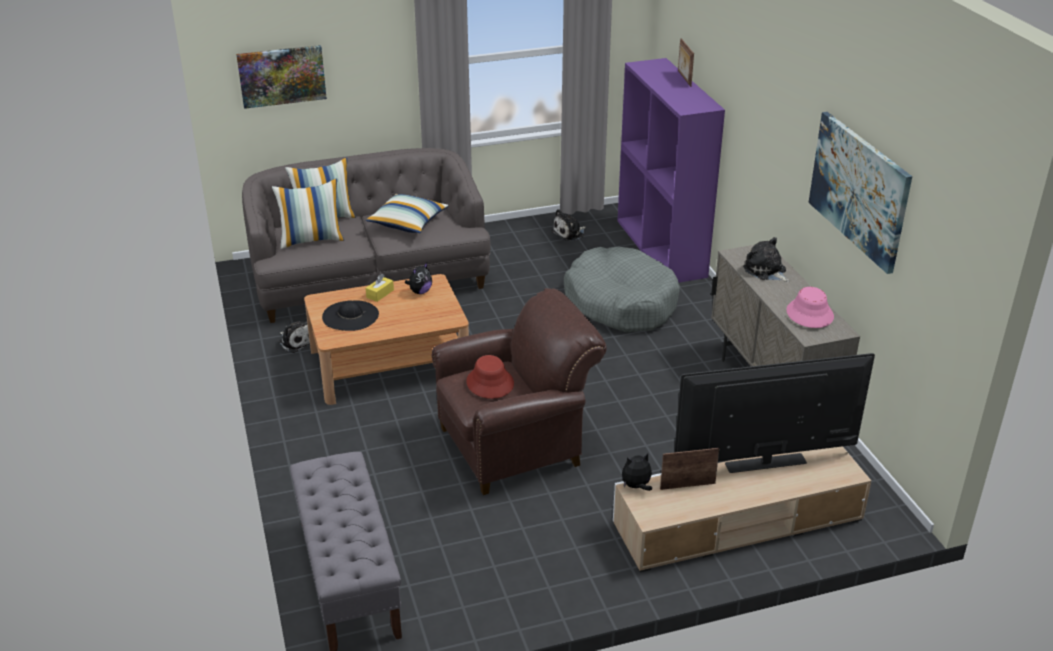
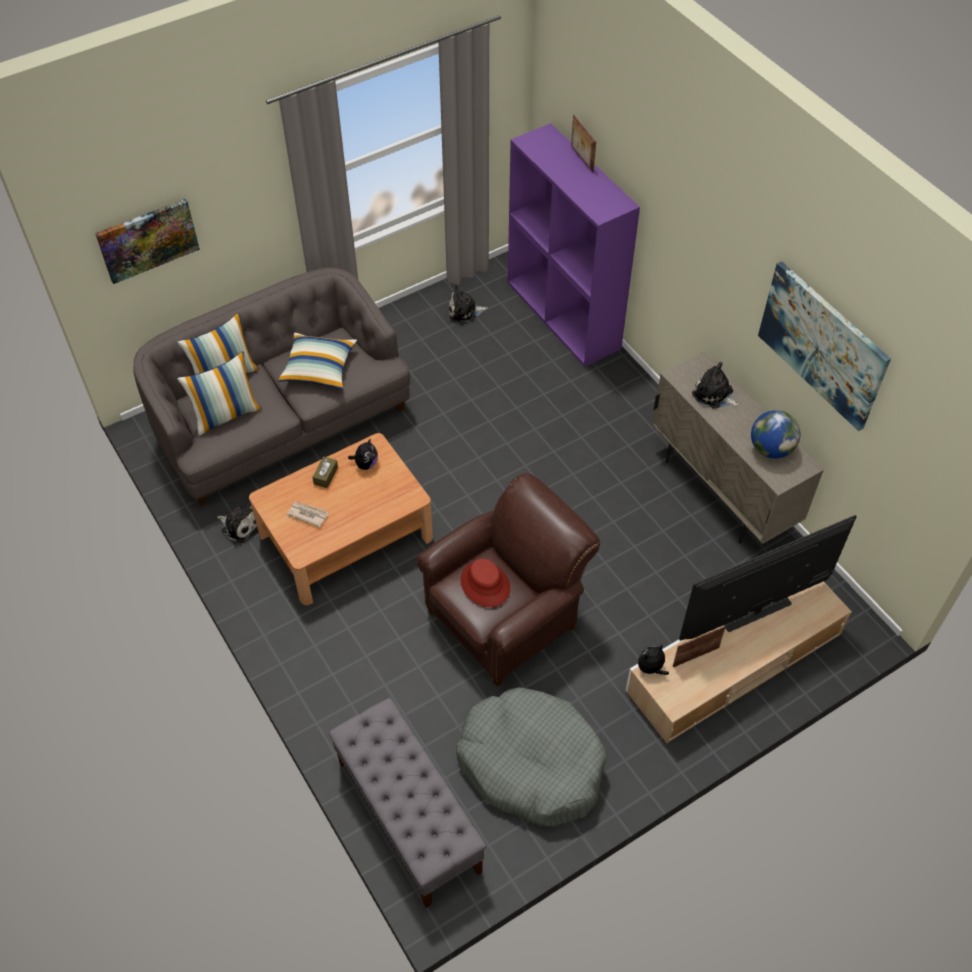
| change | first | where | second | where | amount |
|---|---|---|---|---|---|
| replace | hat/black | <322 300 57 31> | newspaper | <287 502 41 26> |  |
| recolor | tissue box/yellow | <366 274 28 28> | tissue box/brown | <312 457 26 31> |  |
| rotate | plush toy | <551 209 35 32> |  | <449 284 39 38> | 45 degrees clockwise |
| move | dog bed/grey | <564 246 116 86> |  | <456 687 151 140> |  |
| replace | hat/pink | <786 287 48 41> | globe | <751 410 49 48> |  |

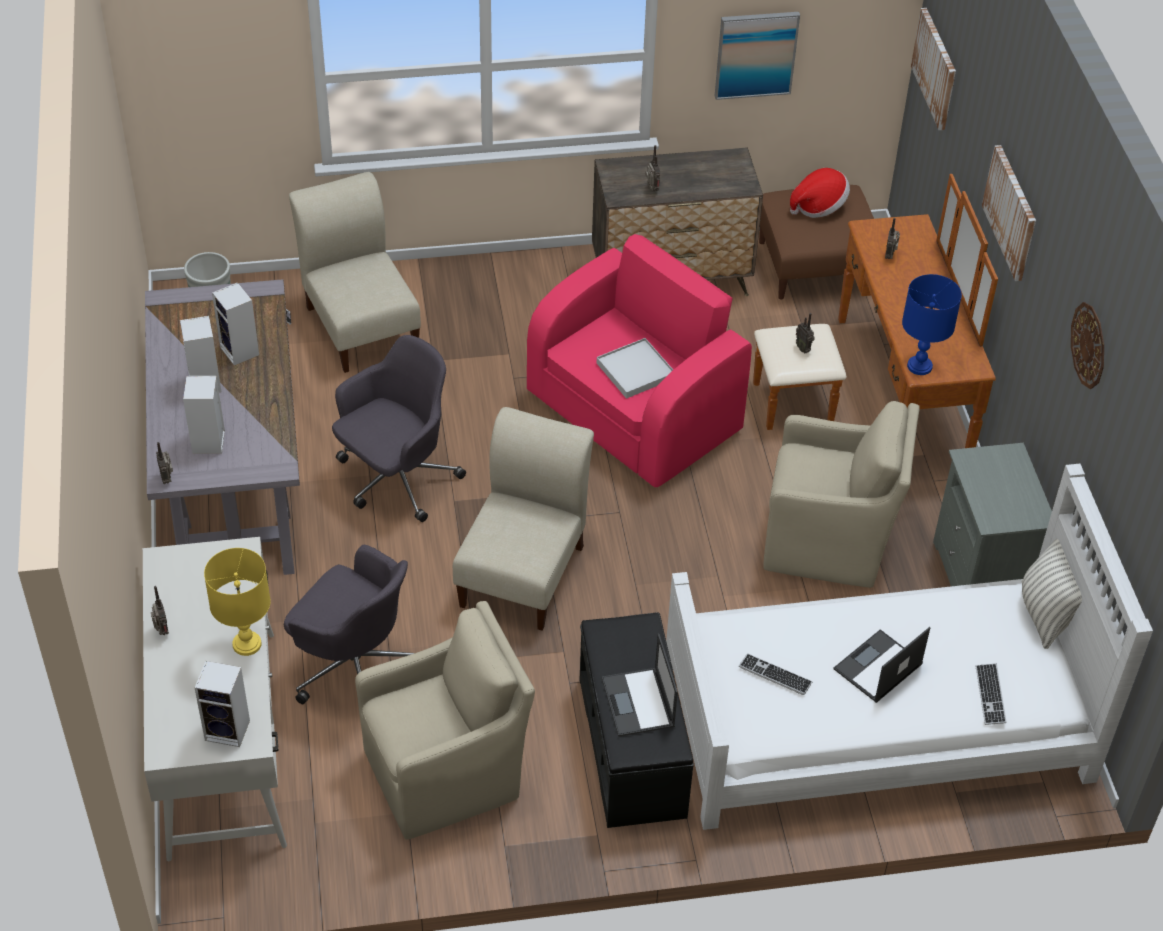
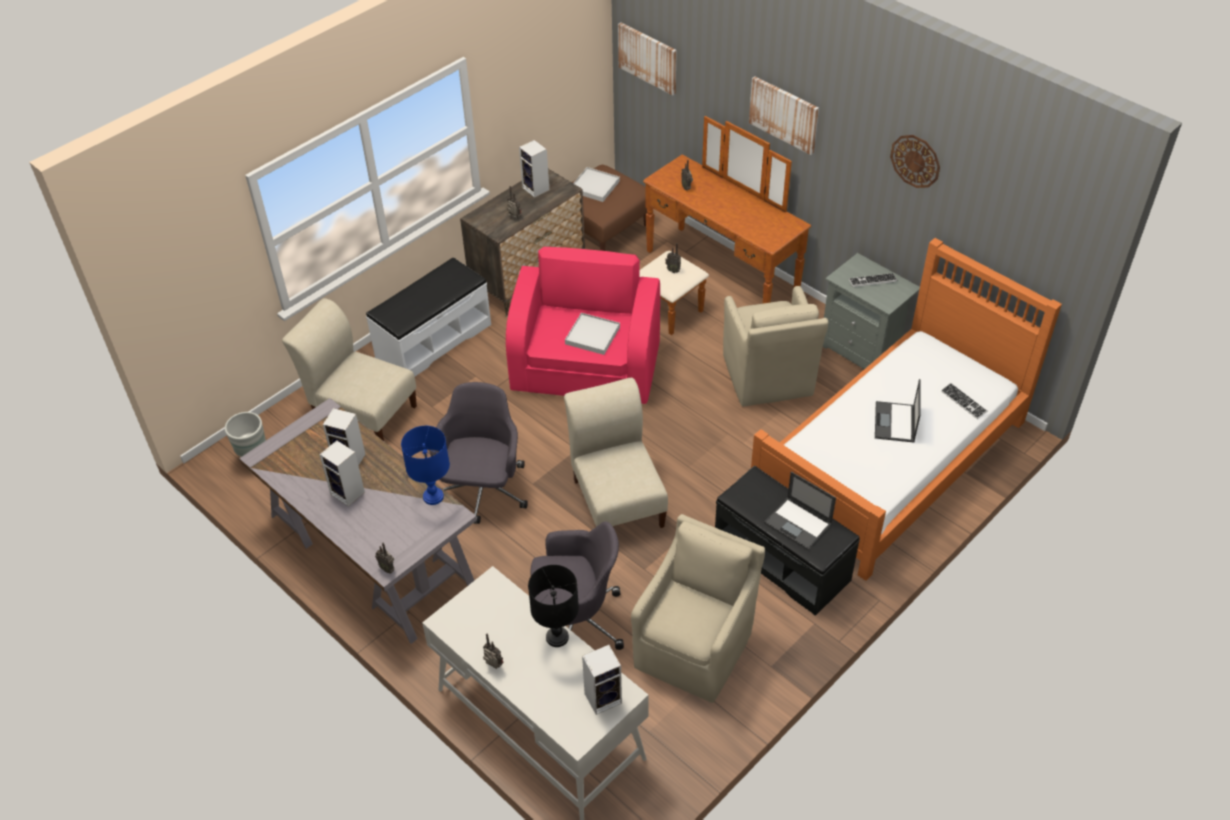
| change | first | where | second | where | amount |
|---|---|---|---|---|---|
| insert |  |  | bench/white | <366 258 125 118> |  |
| move | table lamp/blue | <902 274 60 101> |  | <401 426 49 79> |  |
| move | speaker | <183 376 42 78> |  | <519 140 30 58> |  |
| recolor | table lamp/yellow | <204 548 67 108> | table lamp/black | <528 565 51 82> |  |
| replace | hat | <790 168 60 50> | tray/white | <573 167 47 35> |  |
| rotate | armchair/beige | <763 401 157 187> |  | <723 286 105 121> | 105 degrees clockwise |
| recolor | bed/white | <666 464 487 366> | bed/orange | <751 238 311 343> |  |
| move | keyboard | <739 653 73 42> |  | <849 273 48 14> |  |
| delete | picture | <715 12 85 88> |  |  |  |
| delete | pillow | <1022 538 60 111> |  |  |  |

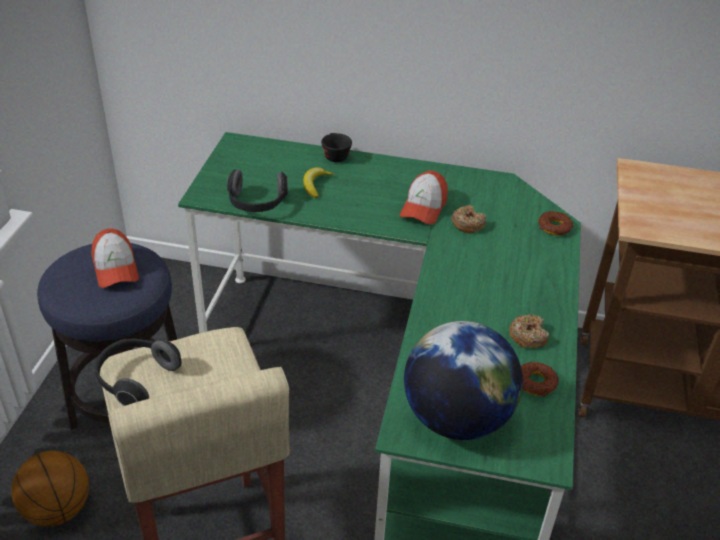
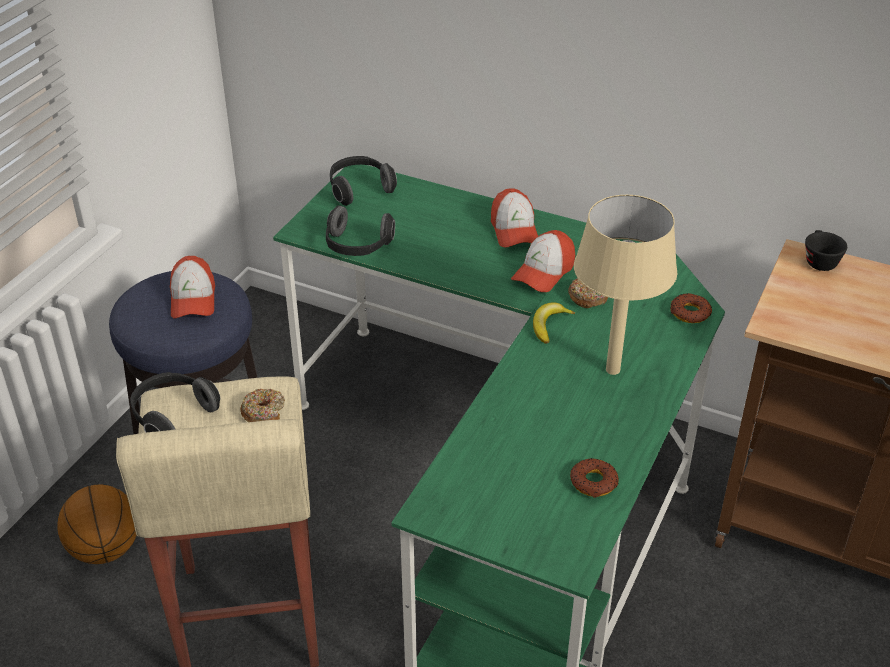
| change | first | where | second | where | amount |
|---|---|---|---|---|---|
| move | donut | <509 315 40 33> |  | <240 389 45 33> |  |
| insert |  |  | headphones | <330 156 67 50> |  |
| insert |  |  | cap | <491 188 47 60> |  |
| move | banana | <303 167 31 31> |  | <533 302 42 42> |  |
| insert |  |  | table lamp/beige | <574 195 103 180> |  |
| move | cup/black | <321 133 31 29> |  | <805 230 42 41> |  |
| delete | globe | <404 321 119 119> |  |  |  |

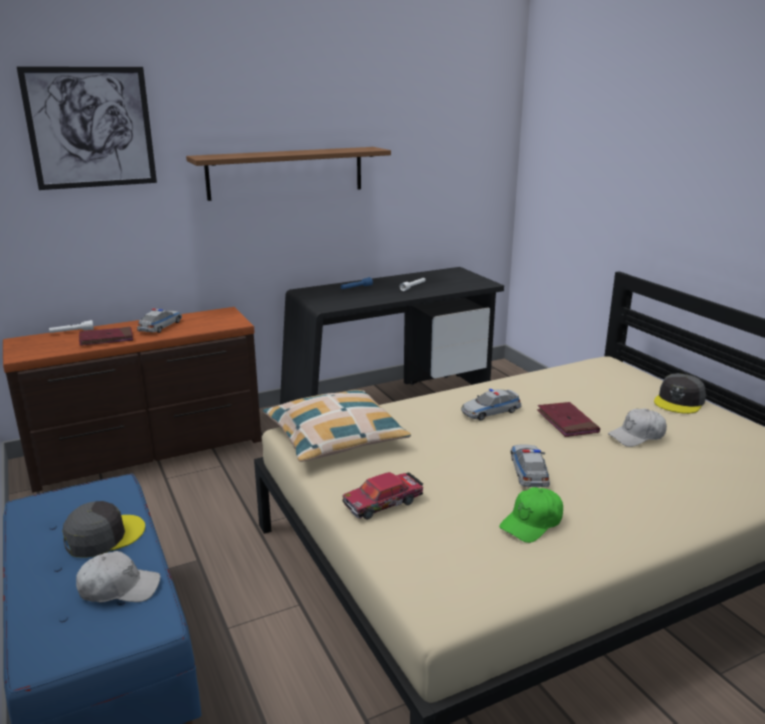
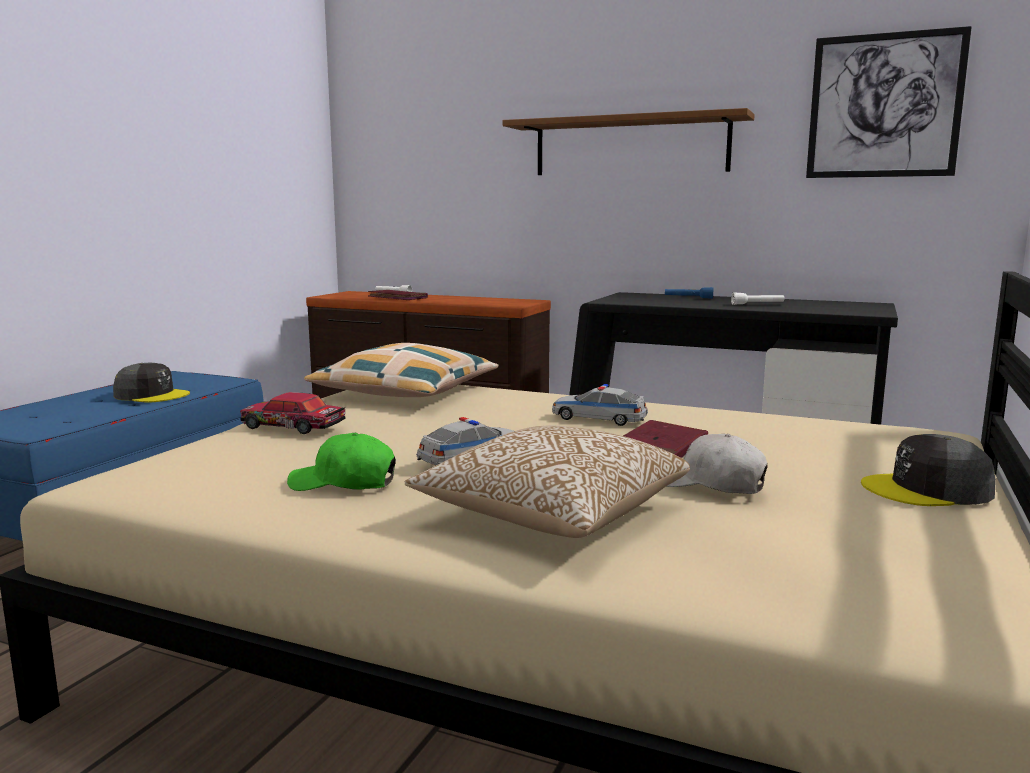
| change | first | where | second | where | amount |
|---|---|---|---|---|---|
| insert |  |  | pillow | <405 426 285 112> |  |
| move | picture | <17 66 140 124> |  | <806 26 166 152> |  |
| delete | cap/white | <76 551 85 51> |  |  |  |
| delete | toy car | <137 309 45 24> |  |  |  |

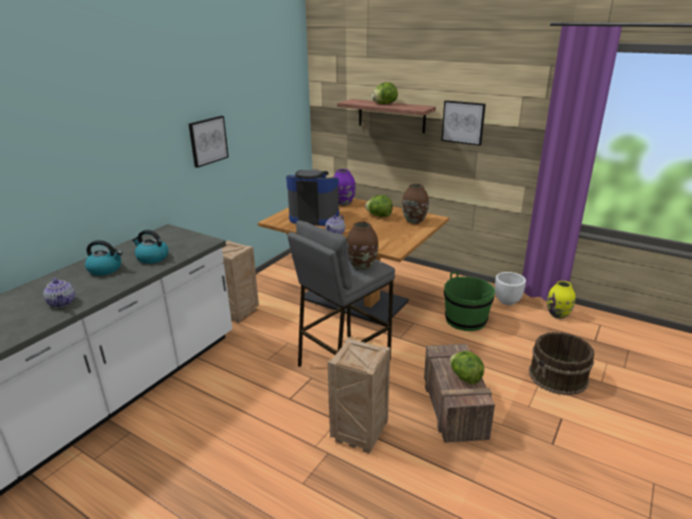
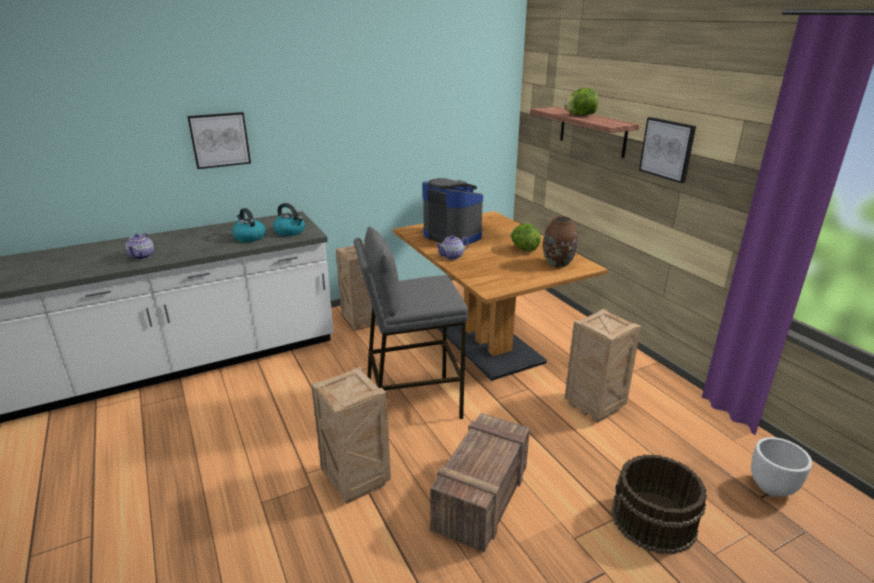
| change | first | where | second | where | amount |
|---|---|---|---|---|---|
| move | picture | <188 116 41 52> |  | <187 112 64 57> |  |
| move | kettle | <85 240 38 36> |  | <273 203 32 33> |  |
| replace | bucket/green | <444 271 51 60> | crate | <565 308 76 115> |  |
| move | planter/white | <495 272 31 33> |  | <751 437 61 60> |  |
| delete | vase/purple | <333 169 23 37> |  |  |  |
| delete | vase/brown | <347 222 31 48> |  |  |  |
| delete | lettuce | <450 351 34 34> |  |  |  |
| delete | vase/yellow | <547 281 29 38> |  |  |  |

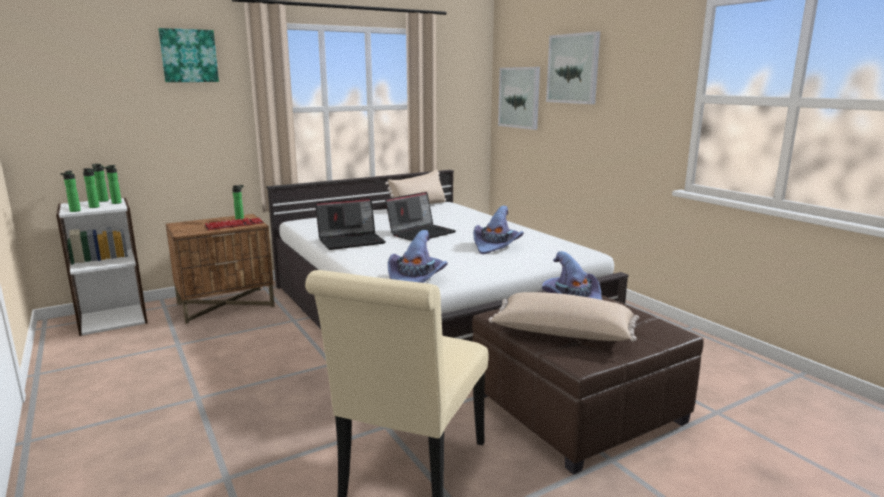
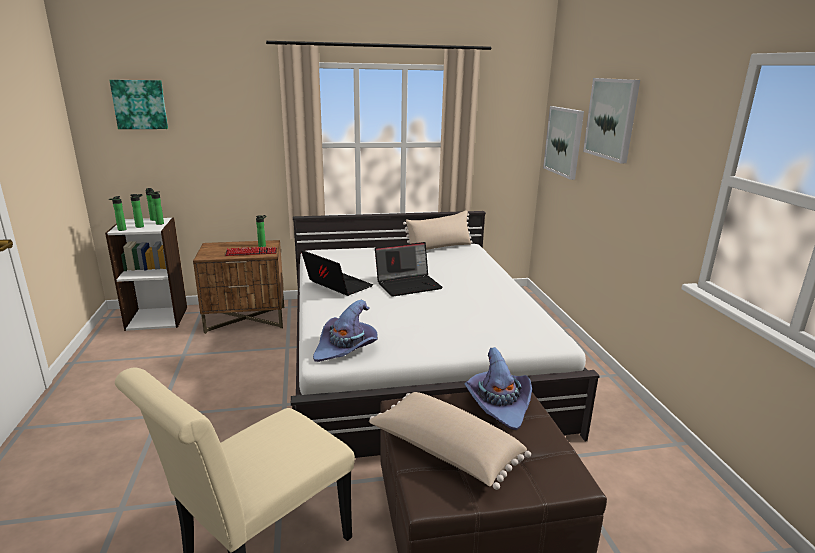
| change | first | where | second | where | amount |
|---|---|---|---|---|---|
| move | picture | <158 28 61 54> |  | <110 80 58 49> |  |
| rotate | laptop | <315 198 71 52> |  | <301 250 72 46> | 135 degrees counterclockwise |
| delete | hat/purple | <473 205 51 49> |  |  |  |

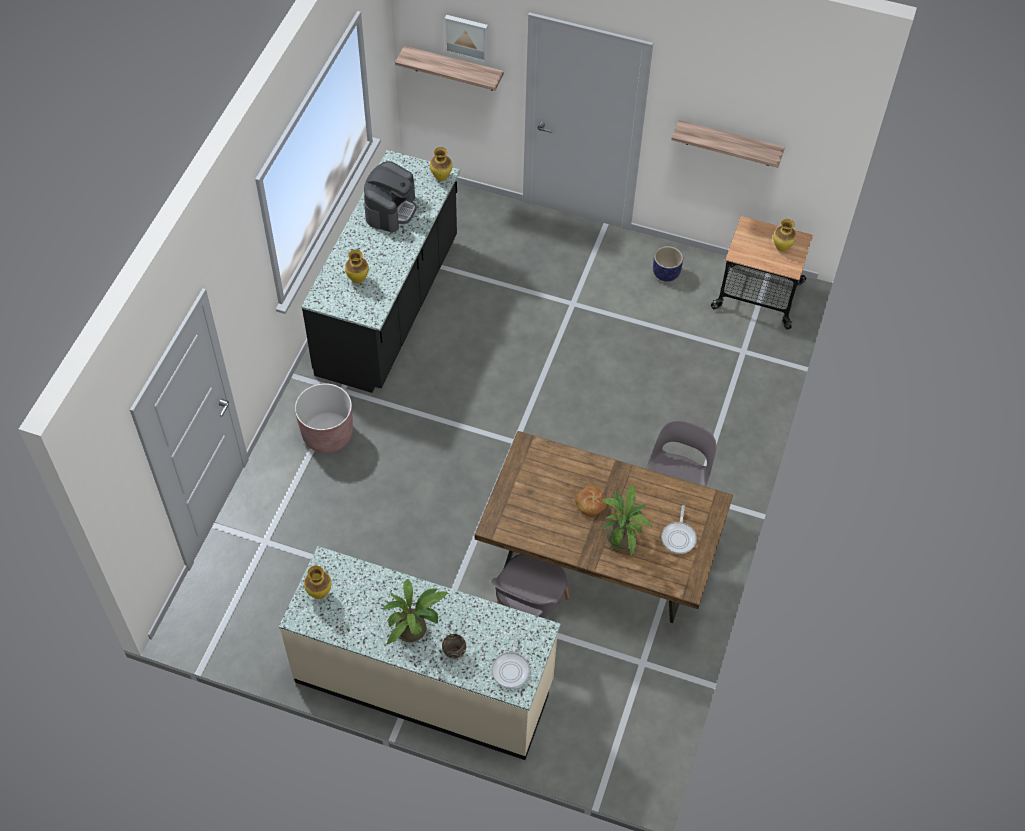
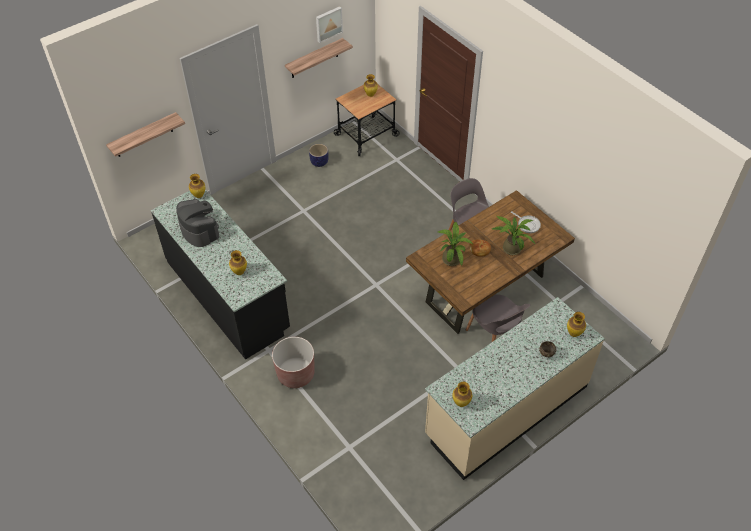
| change | first | where | second | where | amount |
|---|---|---|---|---|---|
| move | picture | <444 15 44 47> |  | <316 6 27 37> |  |
| move | potted plant | <382 578 67 66> |  | <437 222 36 44> |  |
| replace | frying pan | <492 633 38 55> | vase | <567 312 19 25> |  |

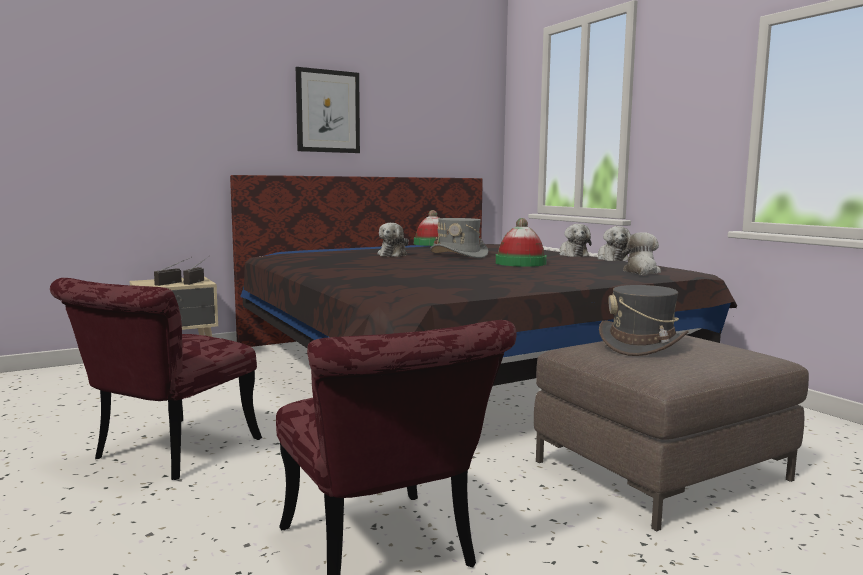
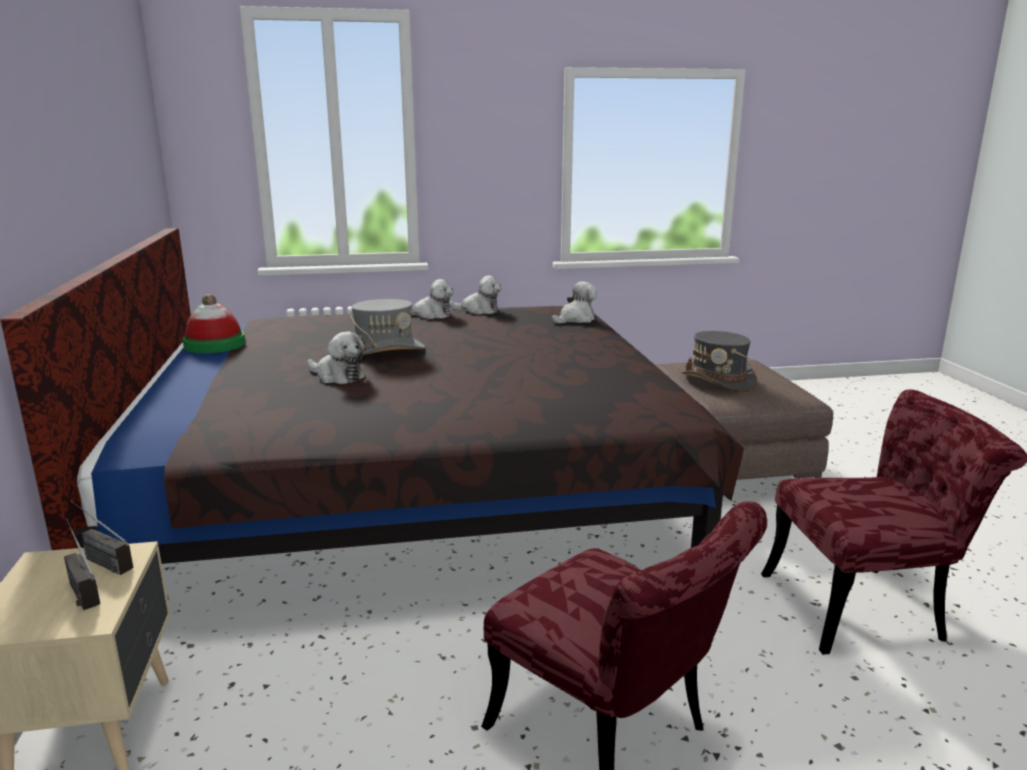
| change | first | where | second | where | amount |
|---|---|---|---|---|---|
| rotate | plush toy | <621 232 40 43> |  | <552 282 45 42> | 105 degrees clockwise |
| delete | picture | <296 67 64 86> |  |  |  |
| delete | hat | <495 218 52 49> |  |  |  |

